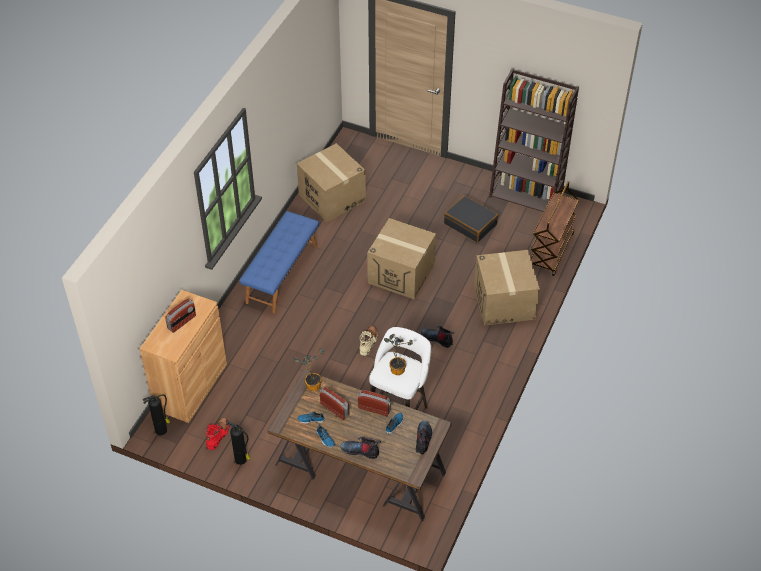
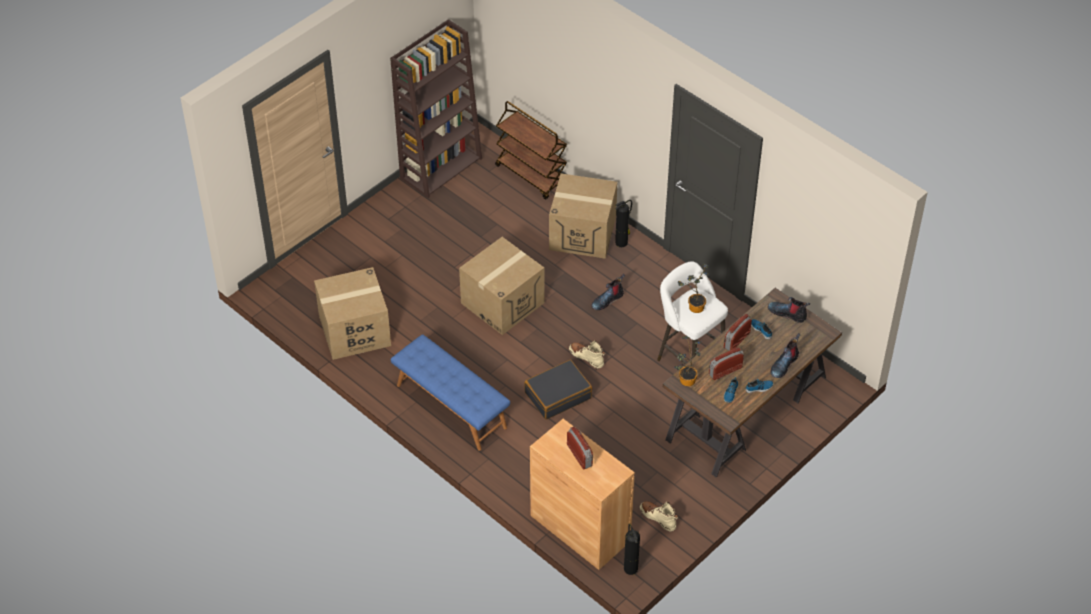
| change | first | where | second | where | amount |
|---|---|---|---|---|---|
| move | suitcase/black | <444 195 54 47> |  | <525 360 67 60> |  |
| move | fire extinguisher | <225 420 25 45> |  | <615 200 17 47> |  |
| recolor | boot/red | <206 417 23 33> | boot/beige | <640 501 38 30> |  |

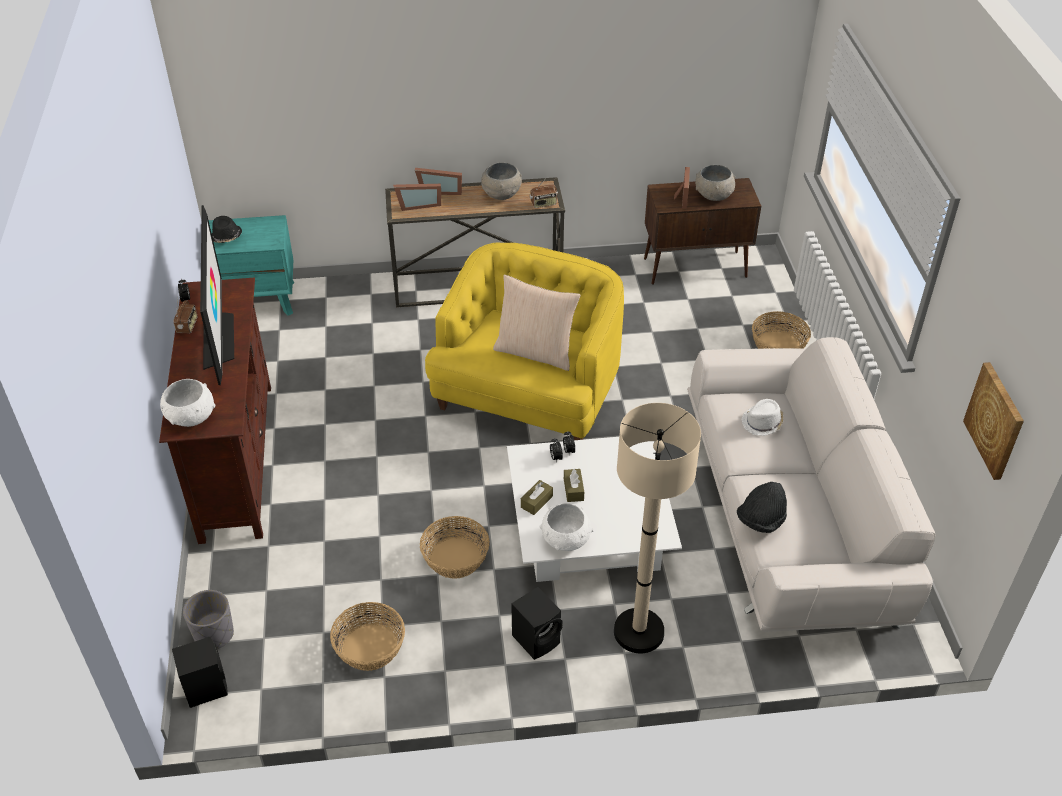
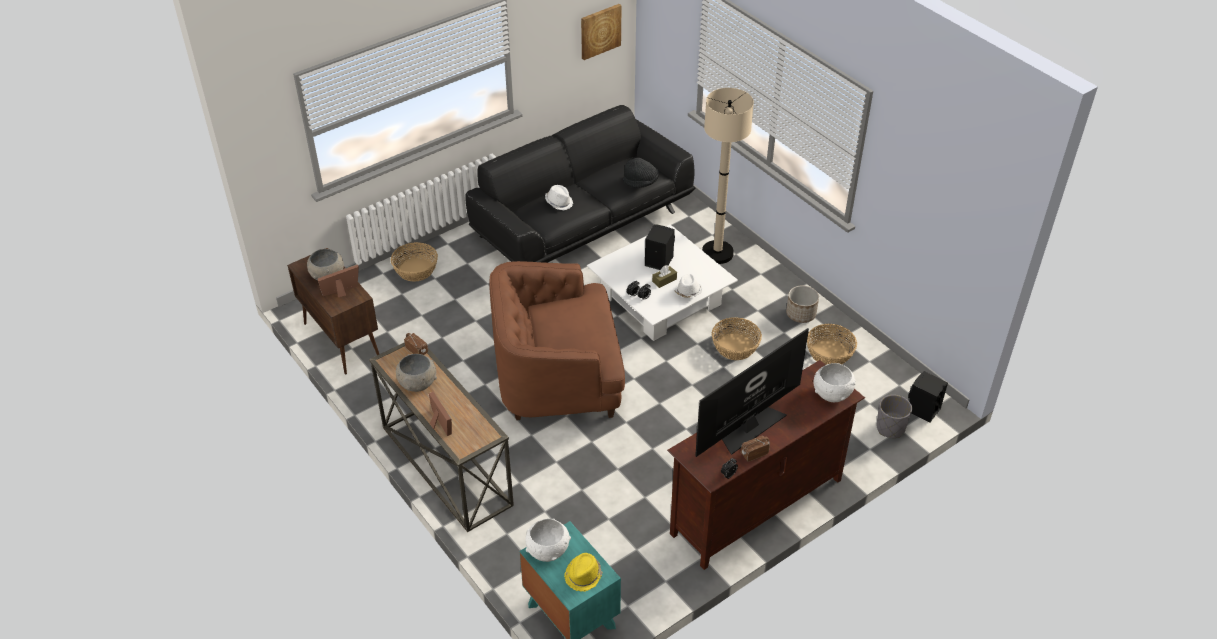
| change | first | where | second | where | amount |
|---|---|---|---|---|---|
| recolor | sofa/white | <687 337 249 295> | sofa/black | <466 105 229 158> |  |
| recolor | armchair/yellow | <425 243 199 197> | armchair/brown | <489 261 136 159> |  |
| move | bowl/white | <540 503 54 48> |  | <525 518 46 44> |  |
| recolor | hat/black | <212 216 30 27> | hat/yellow | <564 553 39 39> |  |
| move | speaker/black | <511 587 52 73> |  | <645 224 30 46> |  |
| replace | tissue box/brown | <521 480 32 35> | hat/white | <674 274 28 24> |  |
| insert |  |  | planter | <786 286 33 37> |  |
| delete | picture frame | <393 184 48 27> |  |  |  |
| delete | pillow/beige | <493 275 88 96> |  |  |  |

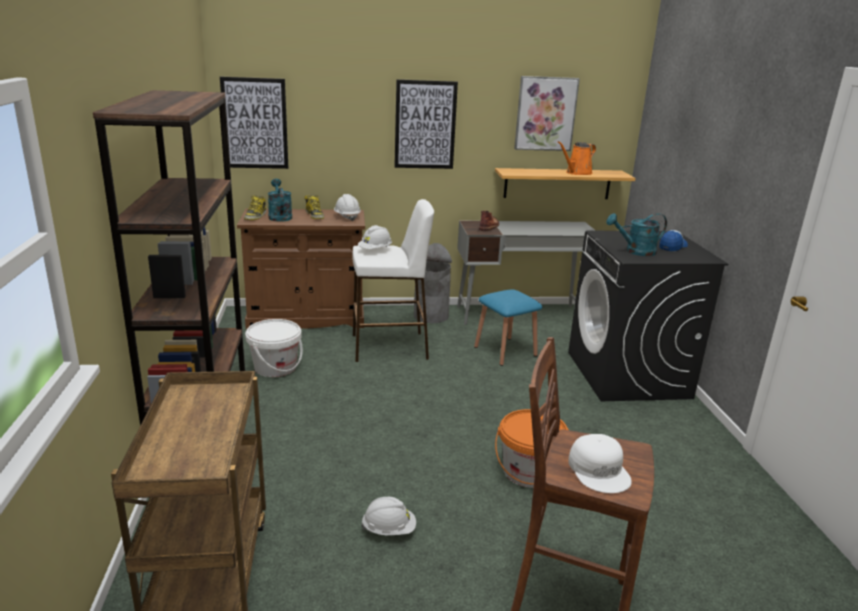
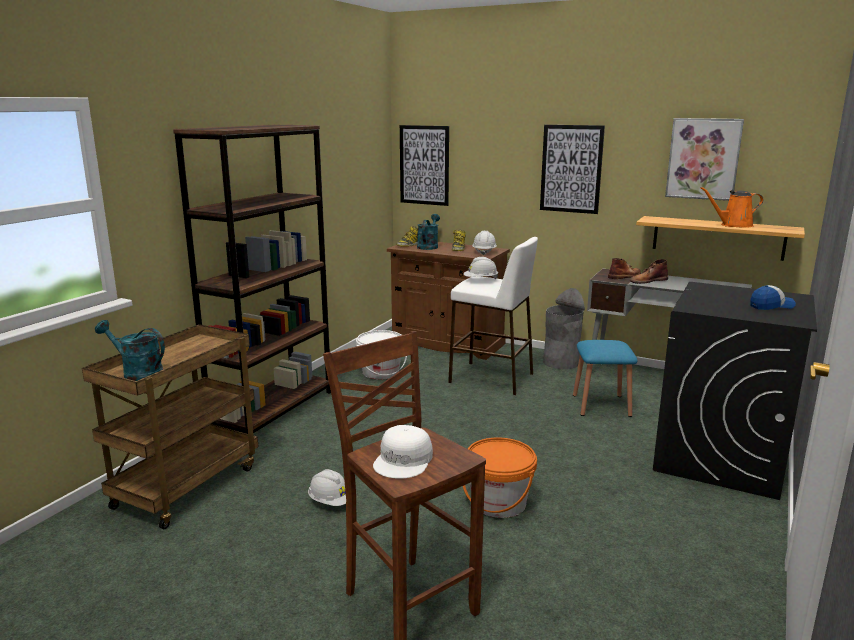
| change | first | where | second | where | amount |
|---|---|---|---|---|---|
| move | watering can/turquoise | <606 213 61 43> |  | <95 320 70 61> |  |
| insert |  |  | boot/brown | <630 259 38 25> |  |

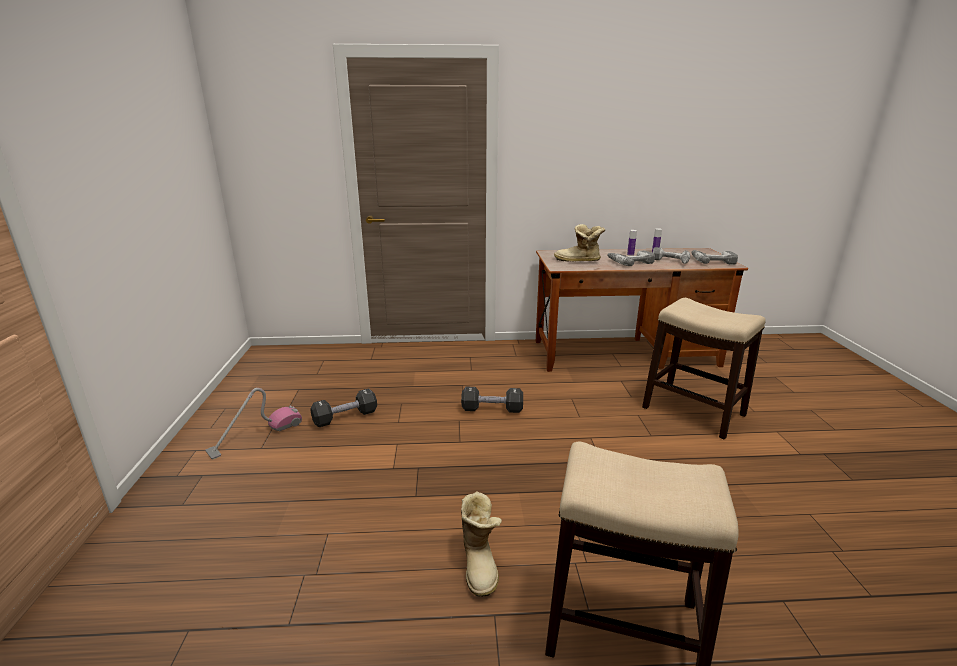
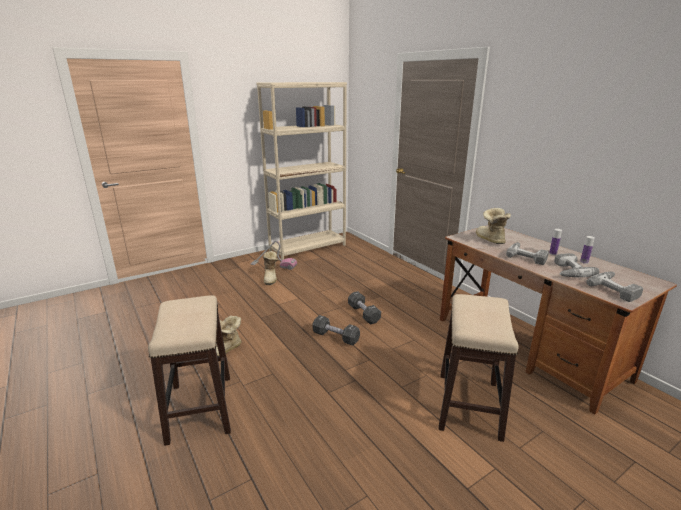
| change | first | where | second | where | amount |
|---|---|---|---|---|---|
| insert |  |  | bookcase/beige | <257 82 90 178> |  |
| insert |  |  | boot | <263 251 16 34> |  |
| move | dumbbell/black | <310 388 67 39> |  | <312 315 48 31> |  |

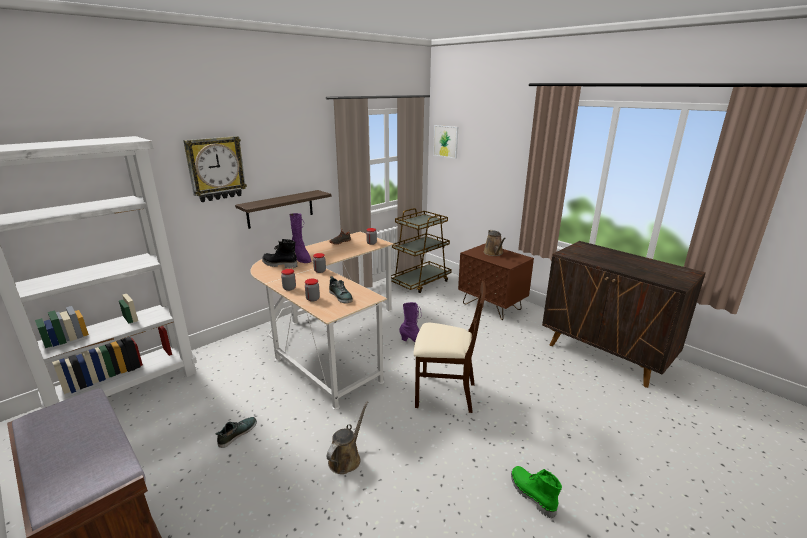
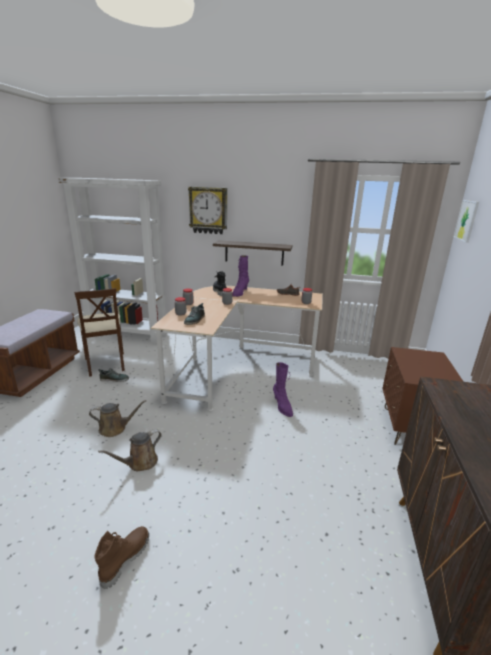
| change | first | where | second | where | amount |
|---|---|---|---|---|---|
| move | chair/beige | <413 281 73 132> |  | <74 288 51 89> |  |
| recolor | boot/green | <511 466 51 52> | boot/brown | <94 526 55 63> |  |
| move | watering can/brown | <483 230 23 26> |  | <98 429 63 42> |  |
| delete | cart/brown | <391 208 61 85> |  |  |  |

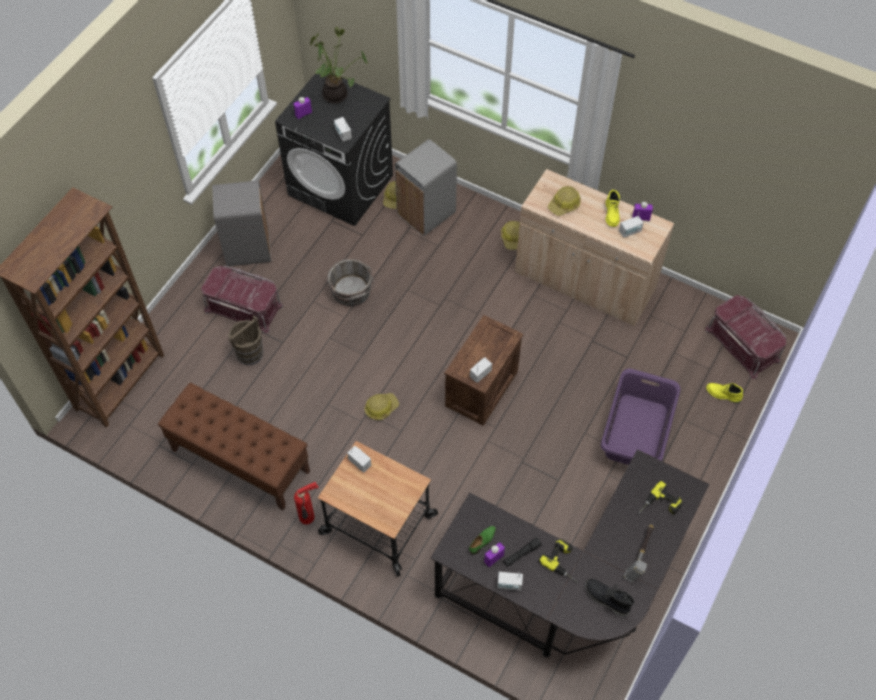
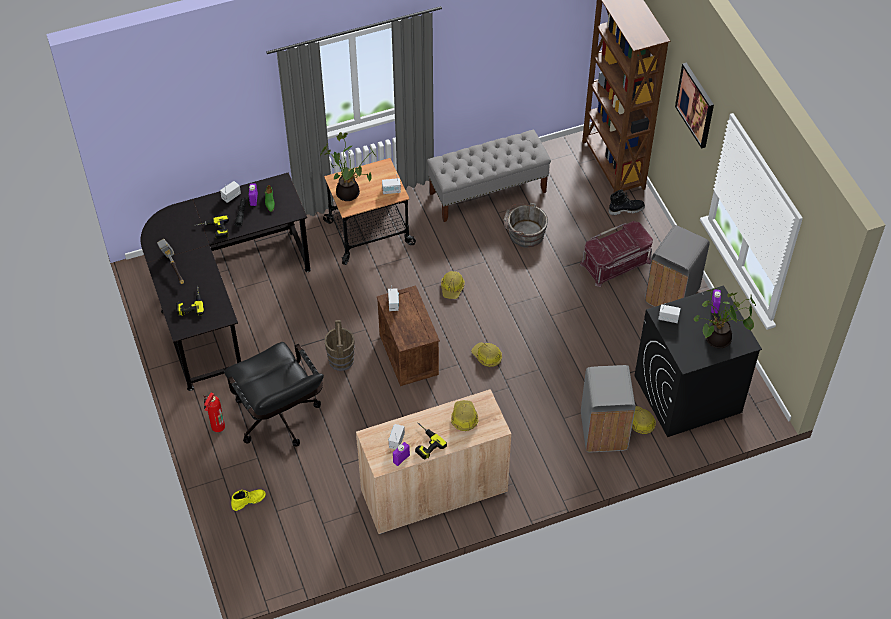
| change | first | where | second | where | amount |
|---|---|---|---|---|---|
| move | fire extinguisher | <294 482 25 43> |  | <204 393 21 39> |  |
| replace | laundry basket/purple | <601 369 79 96> | office chair/black | <224 342 100 105> |  |
| insert |  |  | potted plant | <320 132 57 69> |  |
| move | bucket/brown | <228 315 36 50> |  | <324 320 31 51> |  |
| replace | boot/yellow | <606 190 14 37> | power drill | <415 423 32 36> |  |
| recolor | bench/brown | <158 383 152 128> | bench/grey | <427 130 124 92> |  |
| move | hard hat | <501 221 19 29> |  | <471 343 31 24> |  |
| move | bucket/grey | <328 259 46 47> |  | <503 202 45 46> |  |
| move | boot/black | <584 579 51 38> |  | <609 189 36 26> |  |
| insert |  |  | picture | <675 63 39 86> |  |
| delete | storage box/red | <705 295 81 84> |  |  |  |

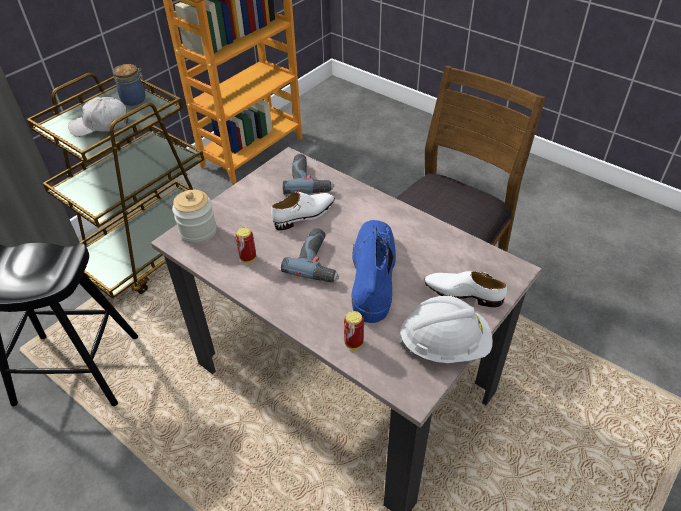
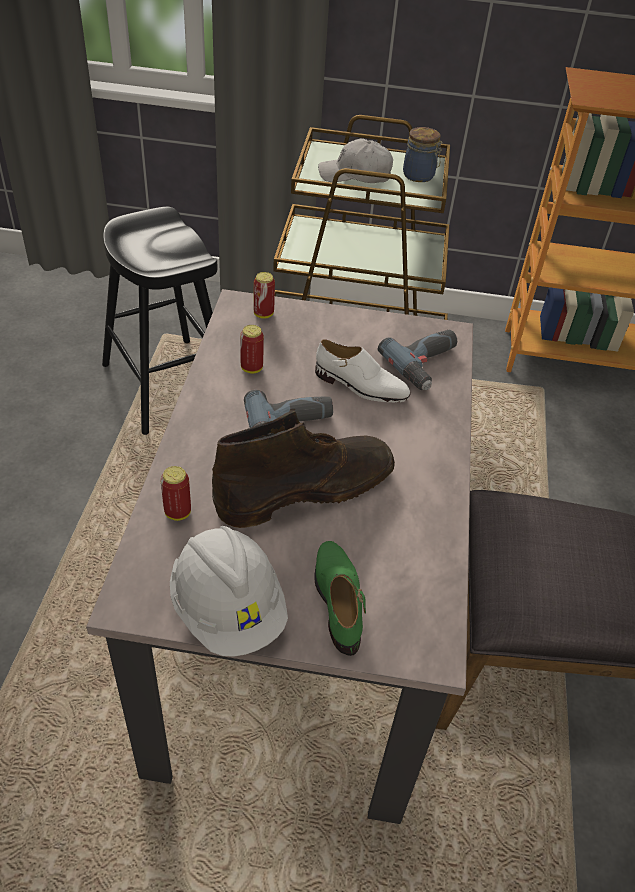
| change | first | where | second | where | amount |
|---|---|---|---|---|---|
| recolor | boot/blue | <352 220 44 103> | boot/brown | <212 409 183 119> |  |
| replace | jar | <172 190 45 54> | can | <254 272 21 47> |  |
| recolor | shoe/white | <424 271 83 37> | shoe/green | <314 541 52 115> |  |
| rotate | cap/white | <68 97 60 40> |  | <318 138 75 45> | 45 degrees counterclockwise |

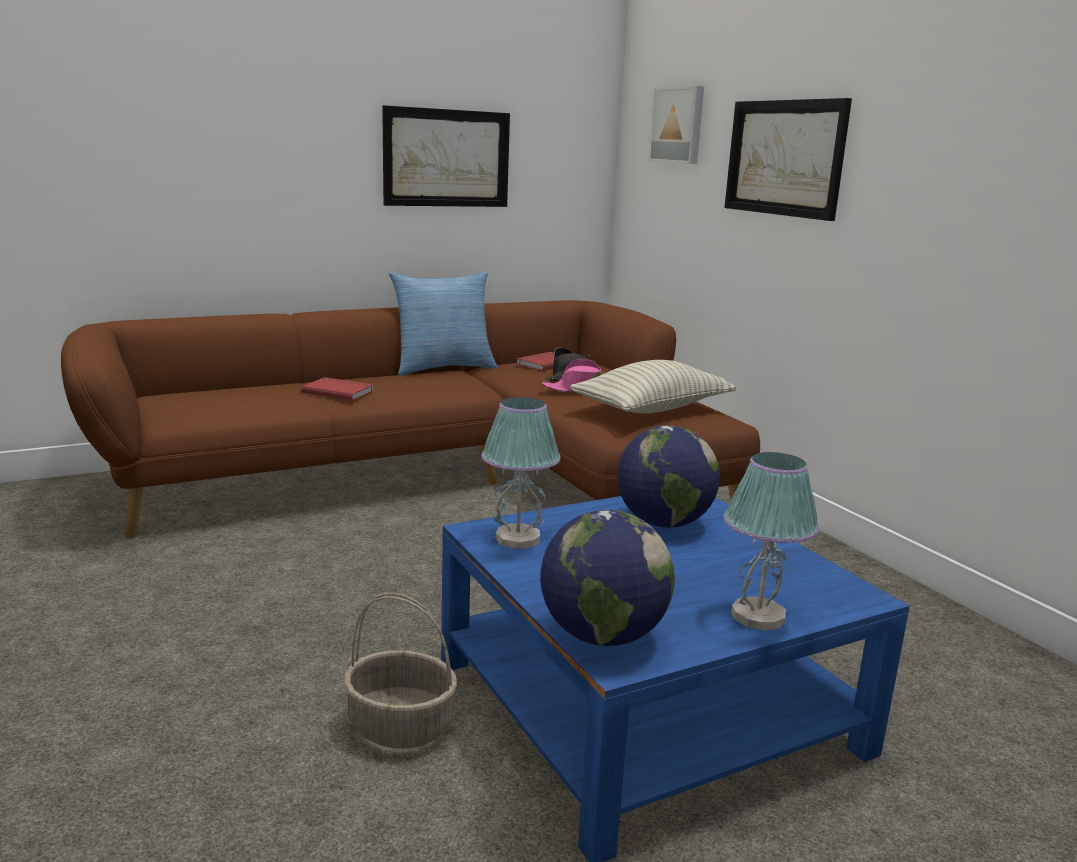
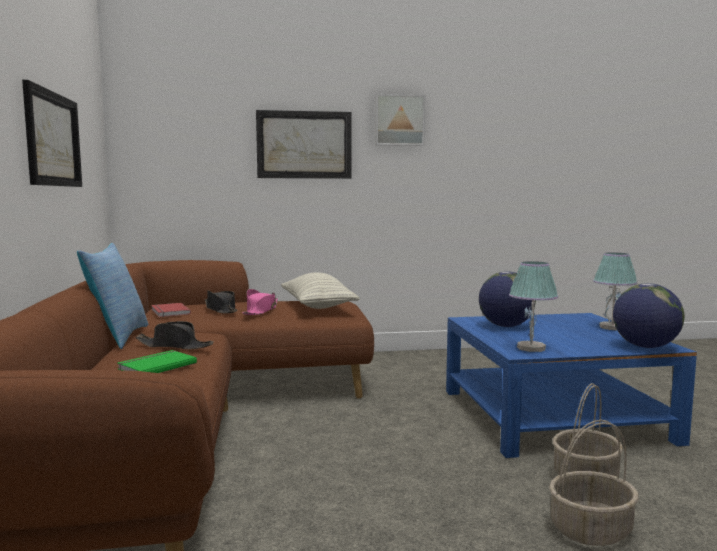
| change | first | where | second | where | amount |
|---|---|---|---|---|---|
| recolor | book/red | <301 377 73 23> | book/green | <117 350 80 23> |  |
| insert |  |  | hat/black | <135 321 79 28> |  |
| move | picture | <648 86 56 78> |  | <375 94 50 52> |  |
| insert |  |  | basket | <549 420 90 126> |  |

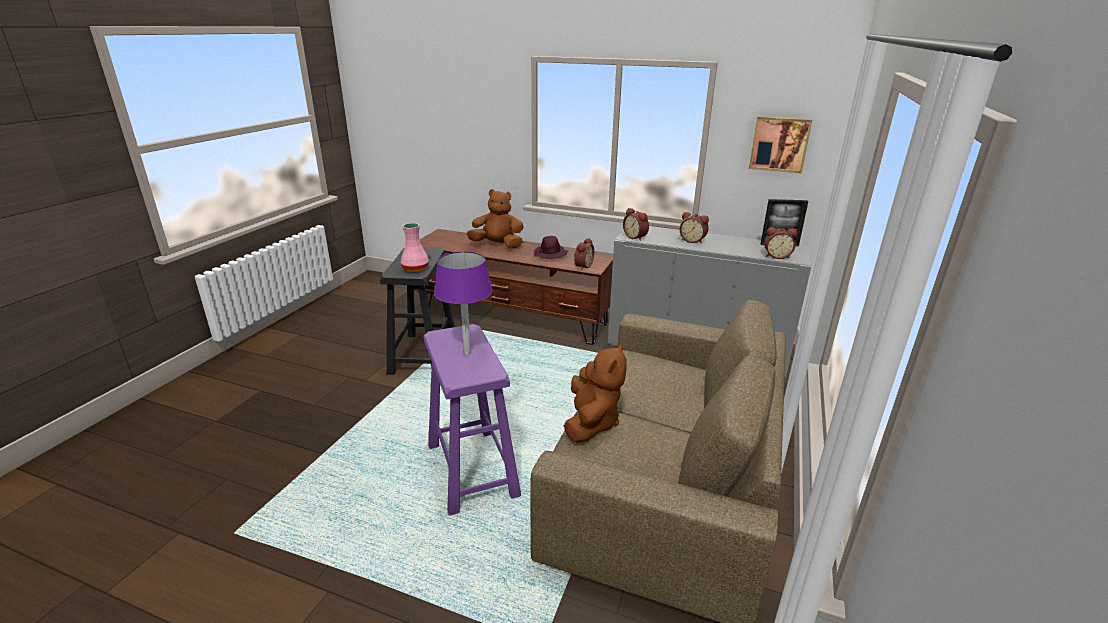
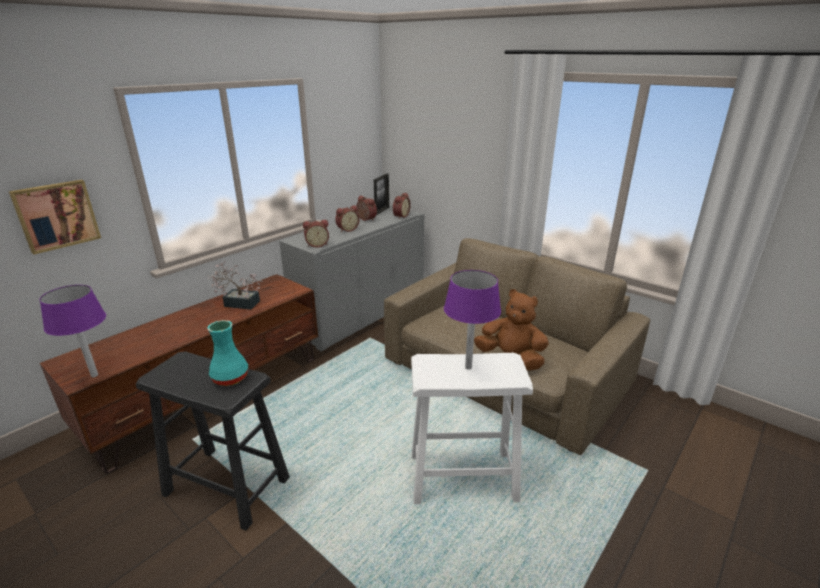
| change | first | where | second | where | amount |
|---|---|---|---|---|---|
| move | picture | <749 116 63 57> |  | <9 180 92 74> |  |
| insert |  |  | table lamp/purple | <40 285 66 92> |  |
| recolor | vase/pink | <401 223 28 49> | vase/turquoise | <207 320 41 66> |  |
| replace | hat/purple | <534 236 34 23> | potted plant | <208 261 56 49> |  |
| move | alarm clock | <574 238 20 32> |  | <356 196 21 25> |  |
| recolor | stool/purple | <423 324 98 191> | stool/white | <411 353 122 151> |  |
| delete | plush toy/brown | <467 189 57 60> |  |  |  |

